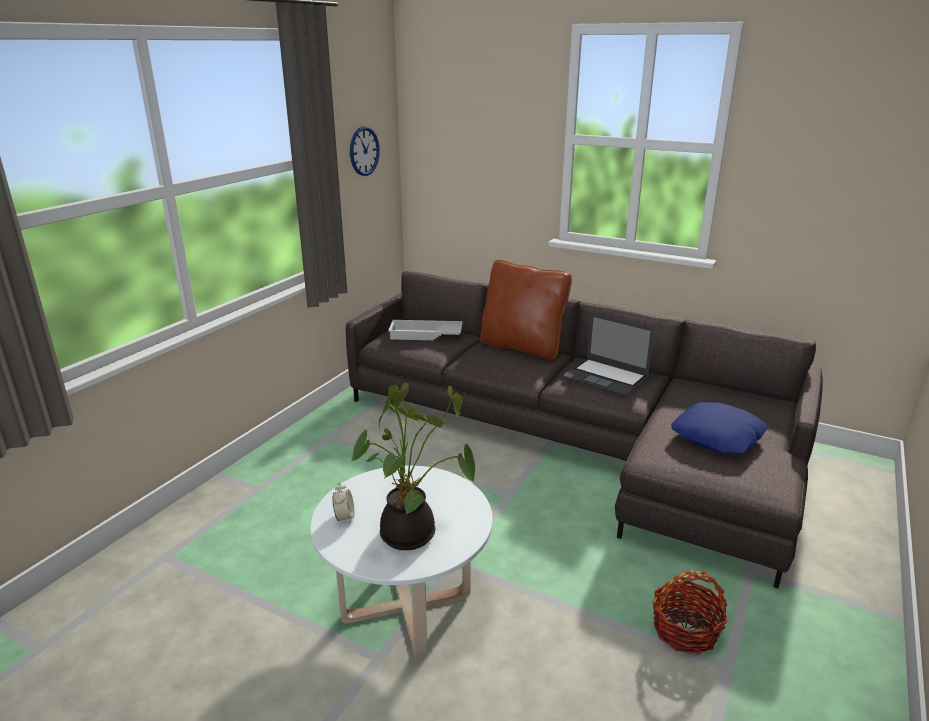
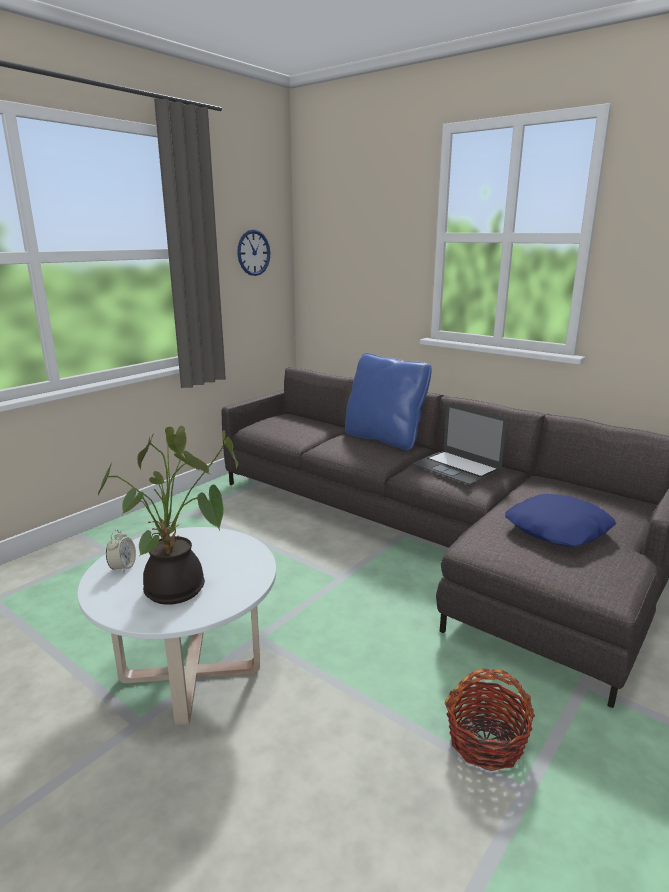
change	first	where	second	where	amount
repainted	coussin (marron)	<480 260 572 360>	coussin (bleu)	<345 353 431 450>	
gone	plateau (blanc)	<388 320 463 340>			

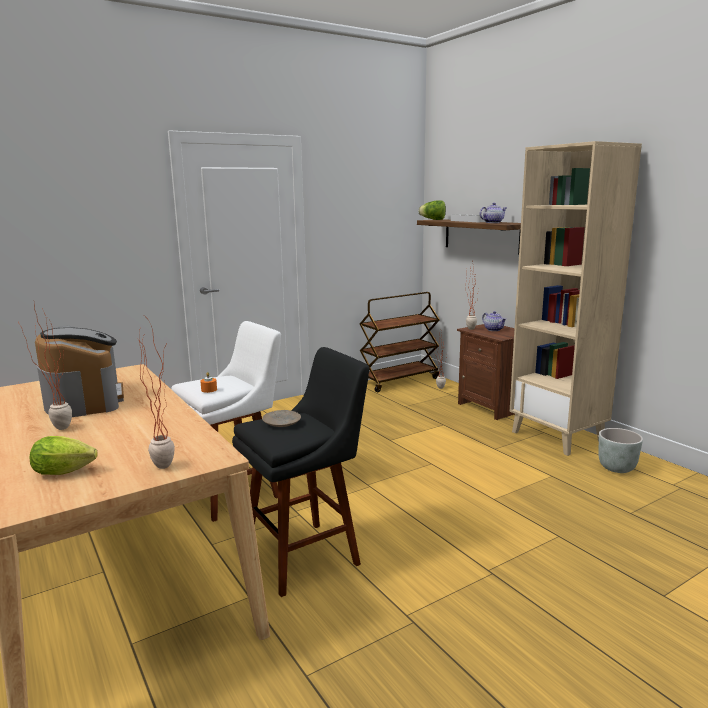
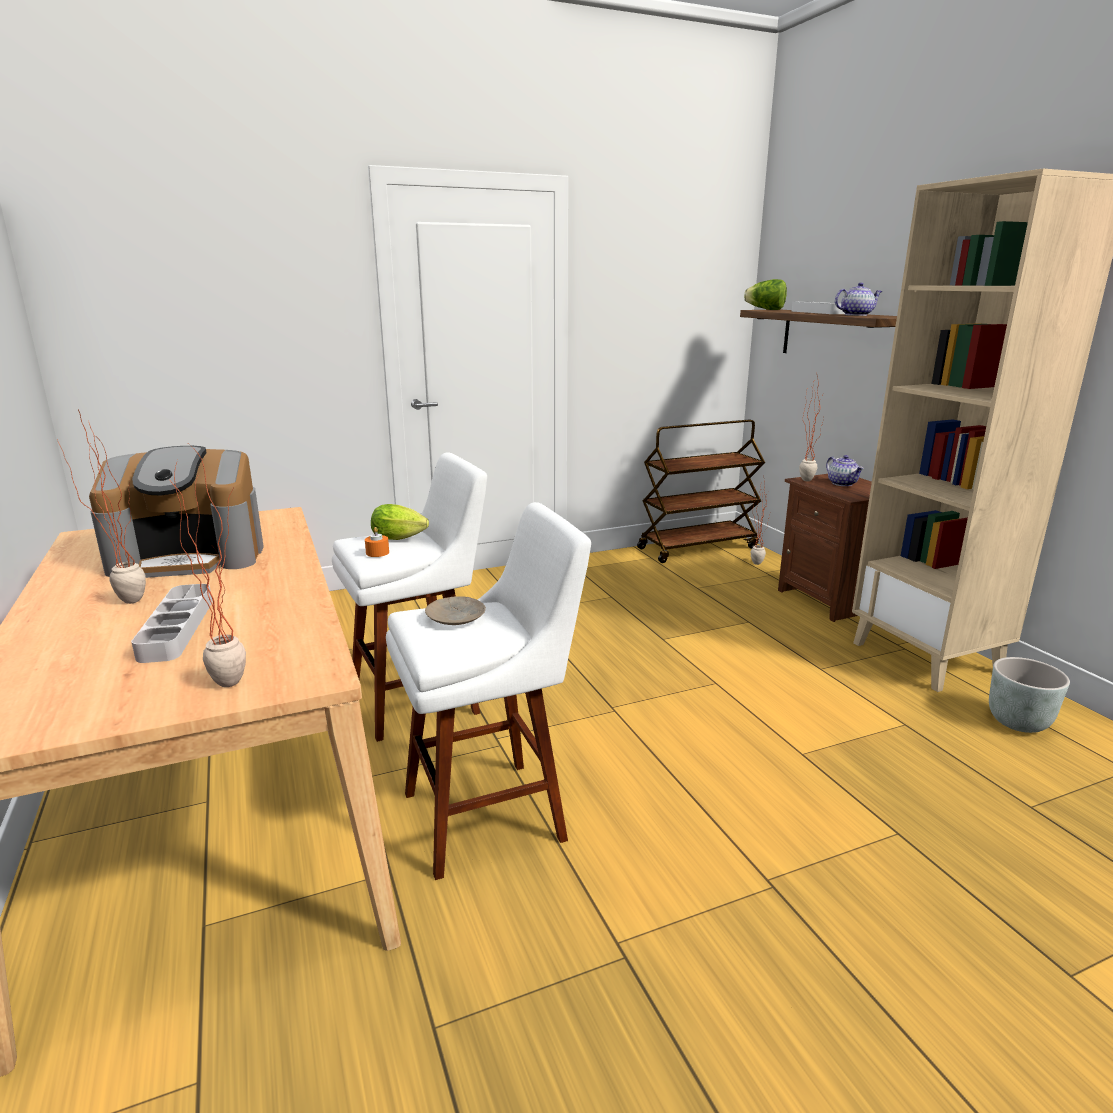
change	first	where	second	where	amount
rotated	machine à café	<35 325 124 417>		<89 446 263 578>	90 degrees clockwise
repainted	tabouret (noir)	<232 347 369 597>	tabouret (blanc)	<386 502 591 880>	
shifted	laitue	<30 436 98 475>		<371 504 429 540>	
new			plateau (gris)	<131 584 213 663>	

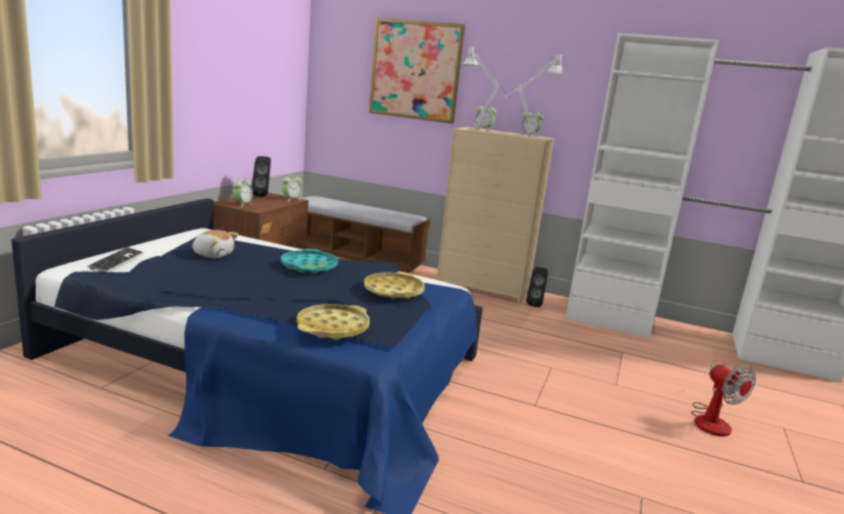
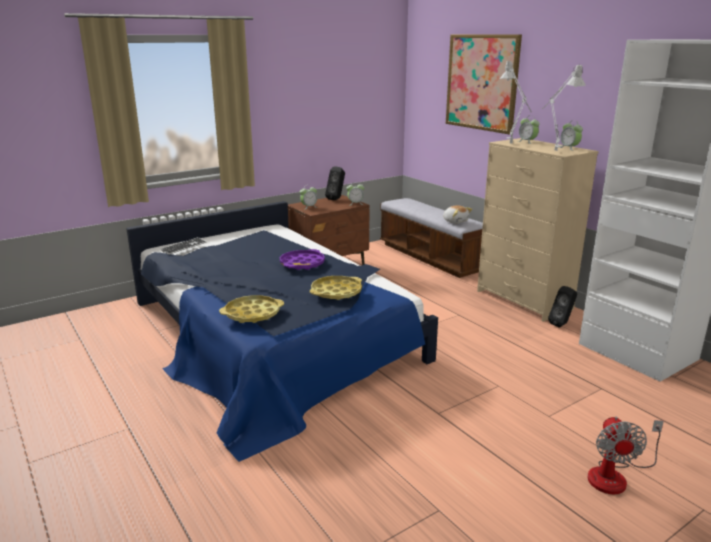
change	first	where	second	where	amount
shifted	peluche	<192 230 239 258>		<443 205 472 224>	
repainted	plateau (turquoise)	<281 249 338 273>	plateau (violet)	<280 249 325 270>	

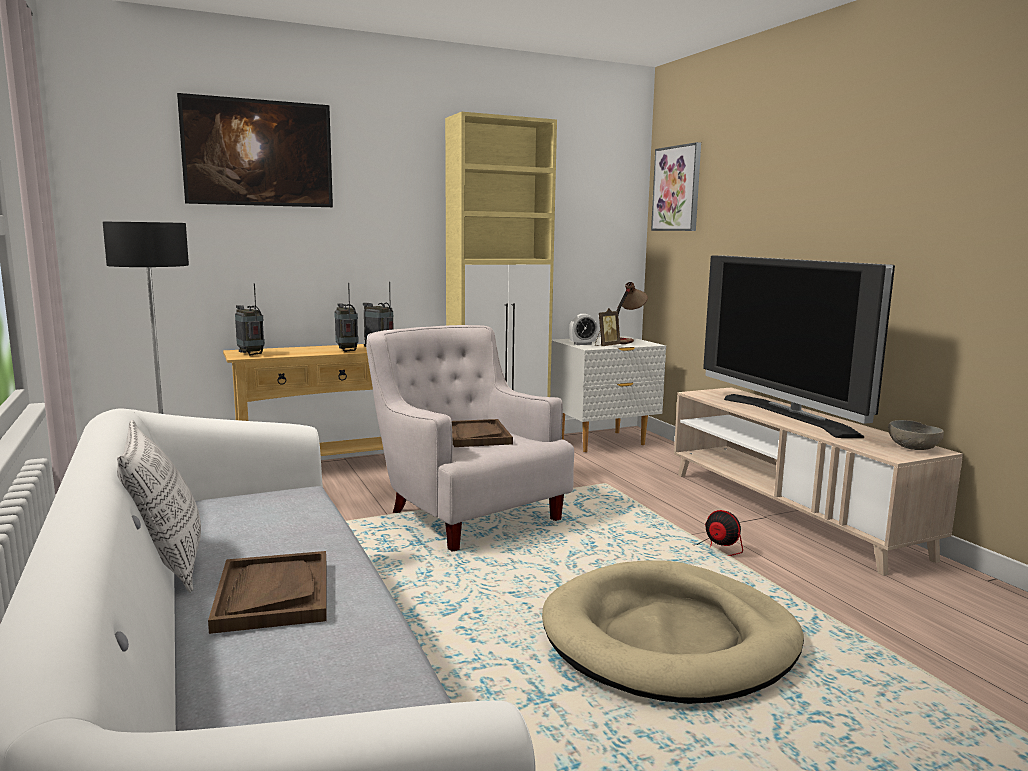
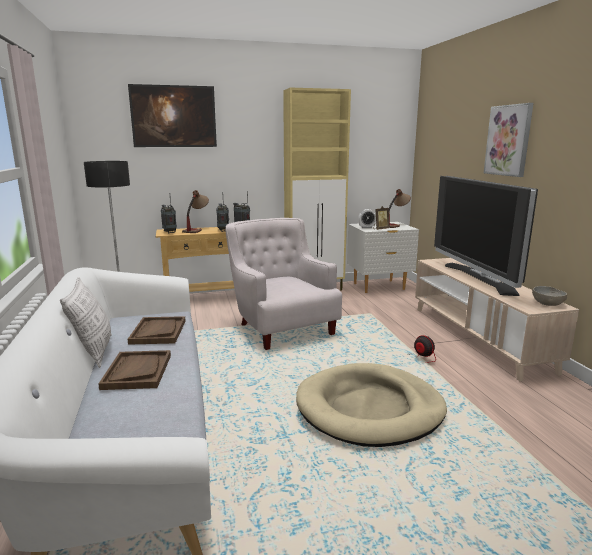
change	first	where	second	where	amount
shifted	tableau	<651 142 701 231>		<484 103 533 177>	
shifted	plateau (marron)	<452 419 513 447>		<128 316 186 345>	
new			lampe de table	<182 190 209 233>	

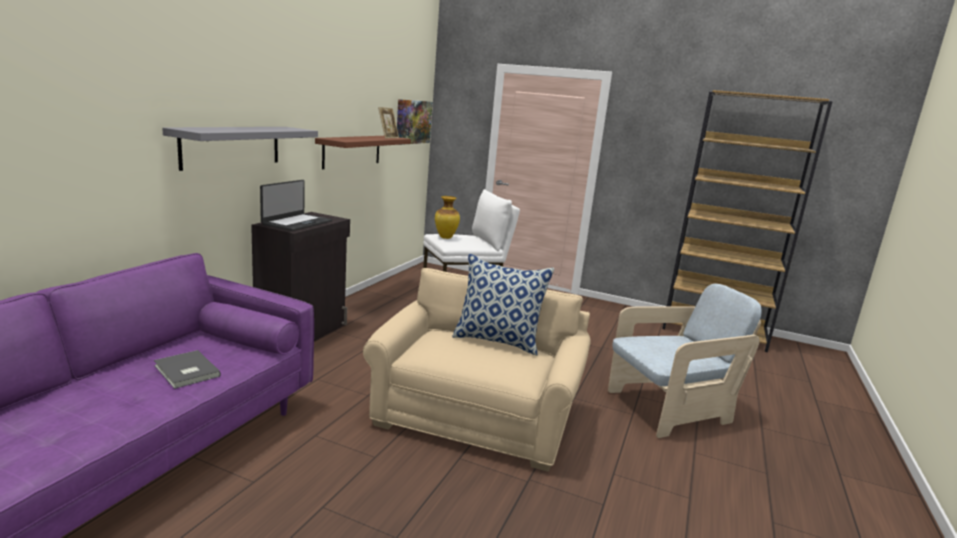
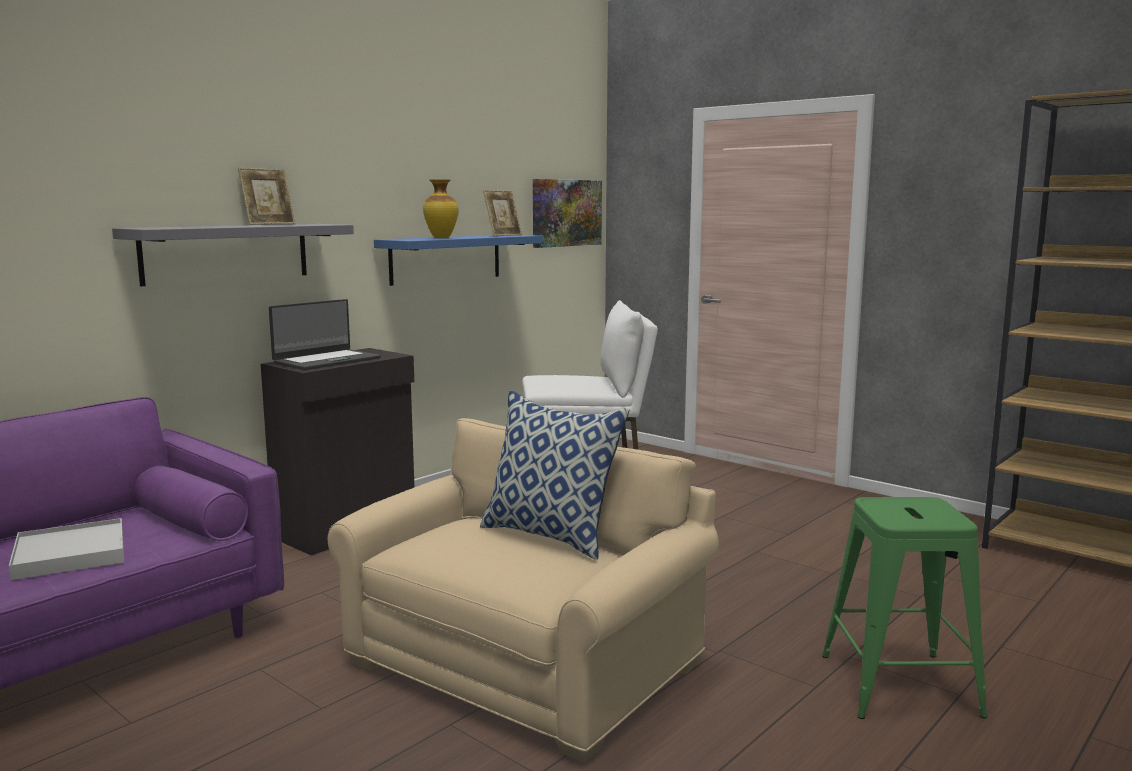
change	first	where	second	where	amount
repainted	étagère (marron)	<315 136 411 169>	étagère (bleu)	<374 235 543 286>	
shifted	vase	<435 196 460 239>		<423 179 459 238>	
swapped	fauteuil (beige)	<608 284 762 438>	tabouret (vert)	<822 497 987 719>	
swapped	livre (gris)	<154 350 221 389>	plateau (blanc)	<9 518 124 580>	
new			cadre photo	<238 168 296 225>	

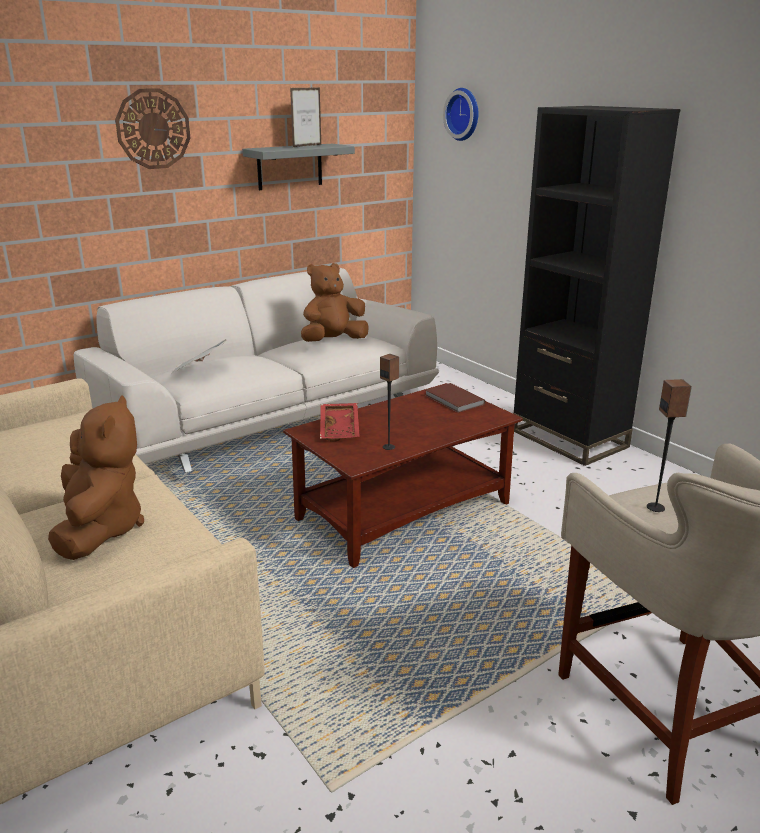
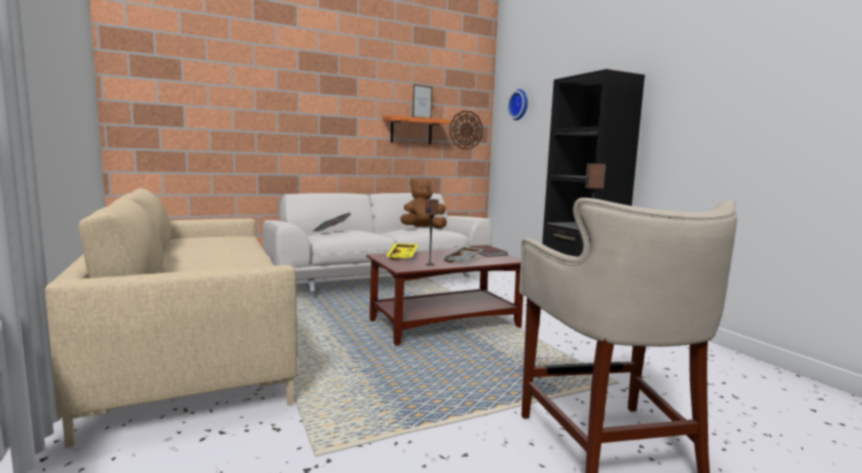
change	first	where	second	where	amount
shifted	horloge murale	<115 88 191 169>		<450 111 483 150>	
repainted	étagère (gris)	<242 144 355 190>	étagère (orange)	<383 115 450 144>	
gone	peluche (marron)	<48 395 144 560>			
repainted	plateau (rouge)	<320 403 360 441>	plateau (jaune)	<386 243 418 260>	
new			plateau (gris)	<441 246 484 263>	

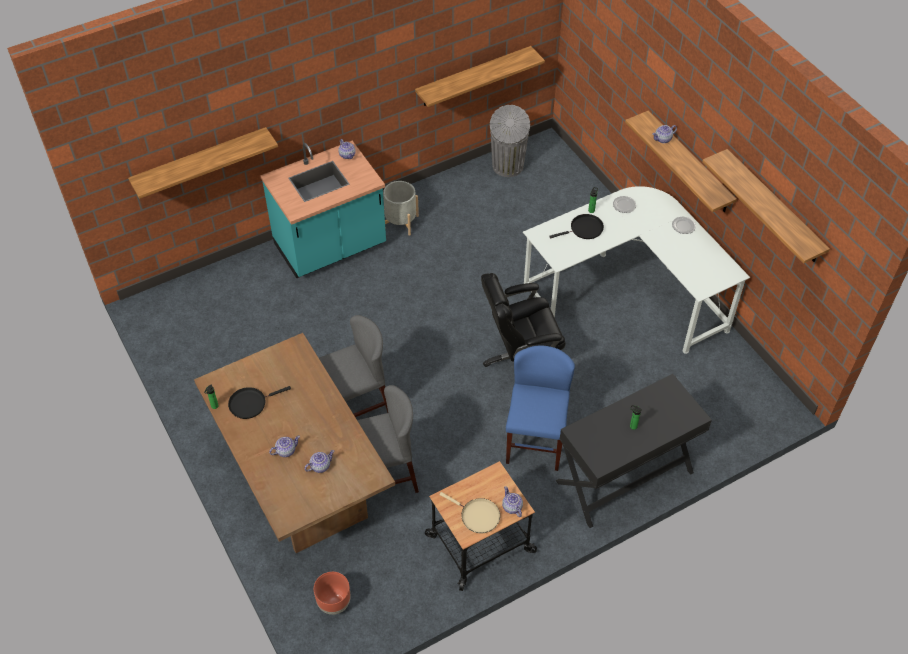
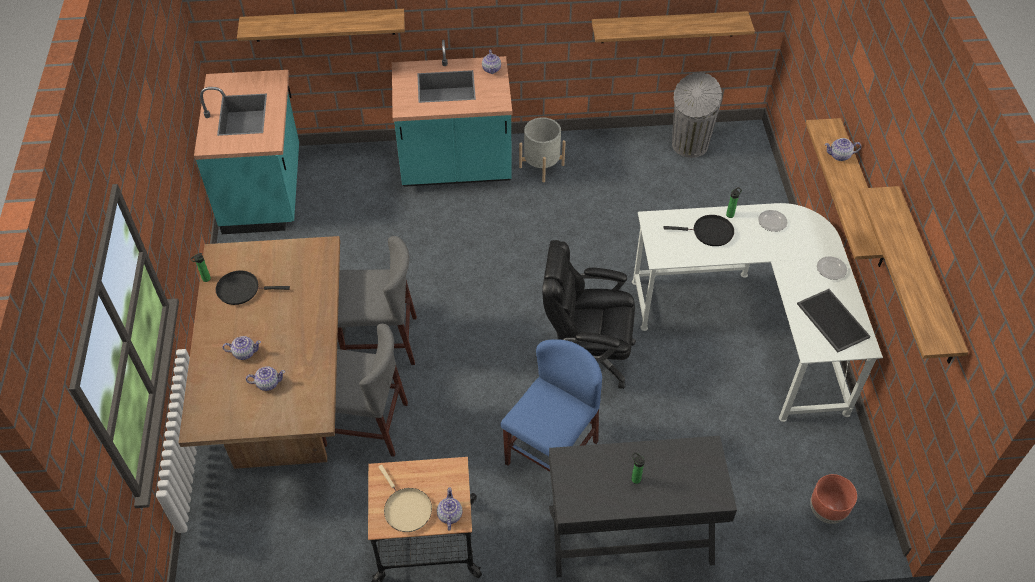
change	first	where	second	where	amount
shifted	cache-pot (marron)	<314 572 351 615>		<810 474 857 524>	
new			comptoir de cuisine (turquoise)	<194 70 299 234>	
new			plateau	<797 289 871 353>	

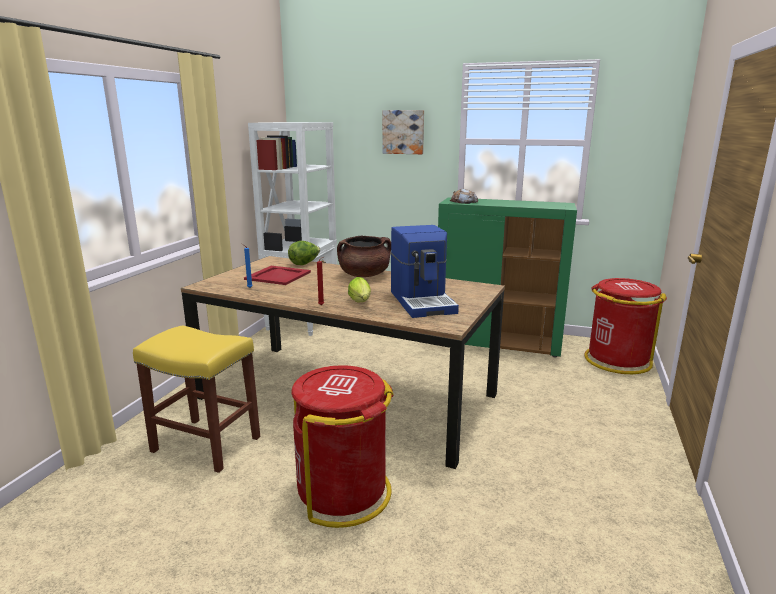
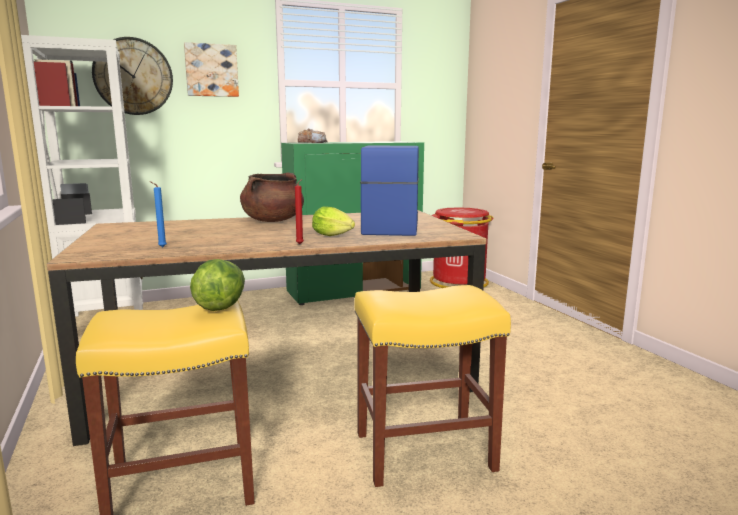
change	first	where	second	where	amount
rotated	machine à café	<390 225 459 318>		<360 146 419 236>	120 degrees counterclockwise
shifted	laitue	<288 241 320 265>		<190 259 245 311>	
gone	plateau (rouge)	<244 266 311 285>			
swapped	poubelle (rouge)	<292 365 394 528>	tabouret (jaune)	<354 285 511 487>	
new			horloge murale	<92 37 173 115>	

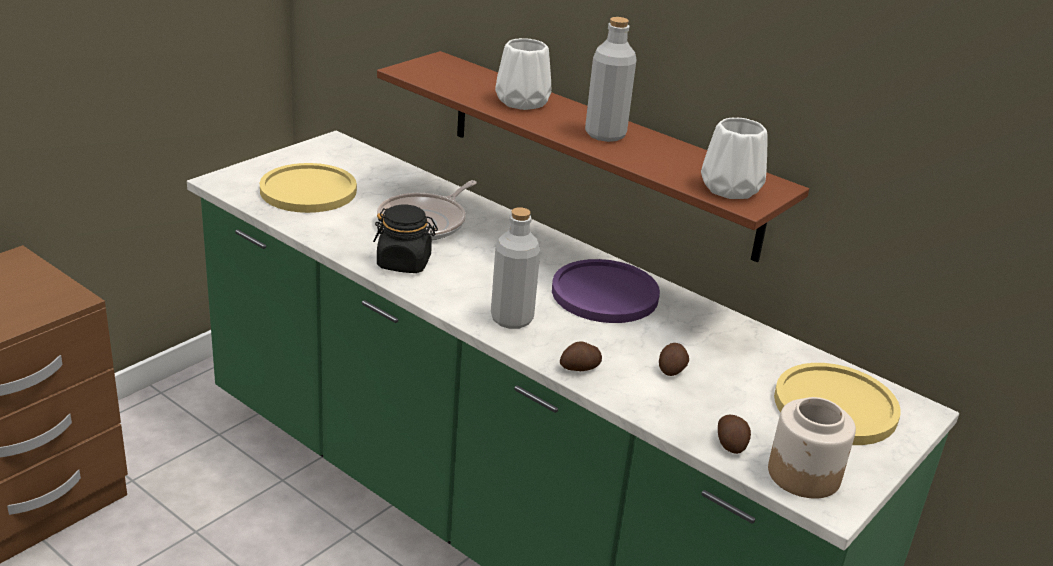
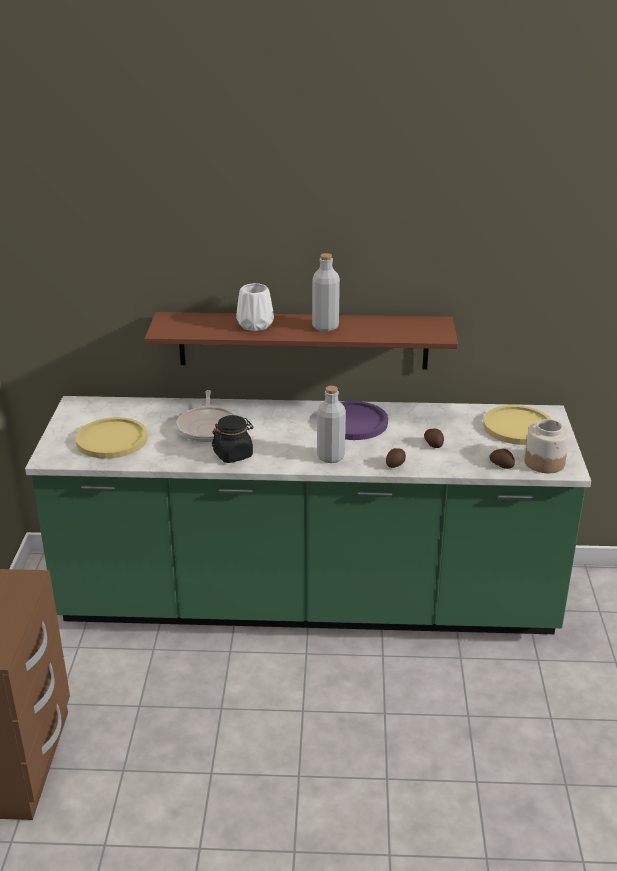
change	first	where	second	where	amount
gone	vase (blanc)	<701 117 768 199>			

